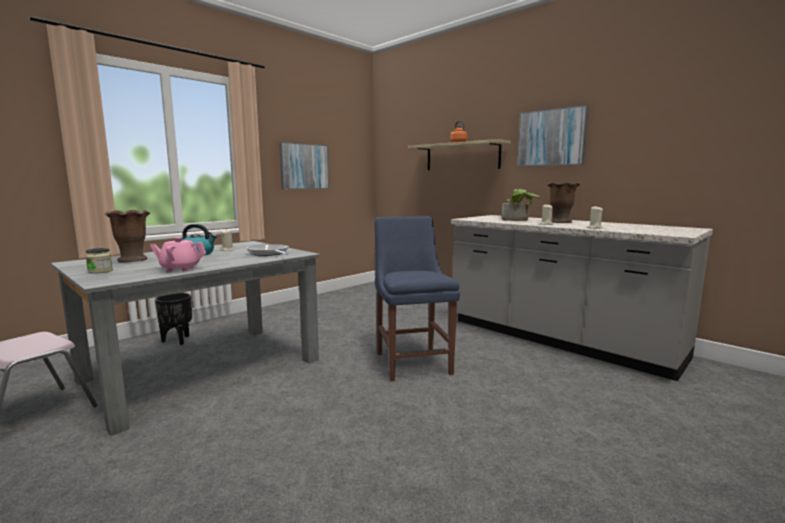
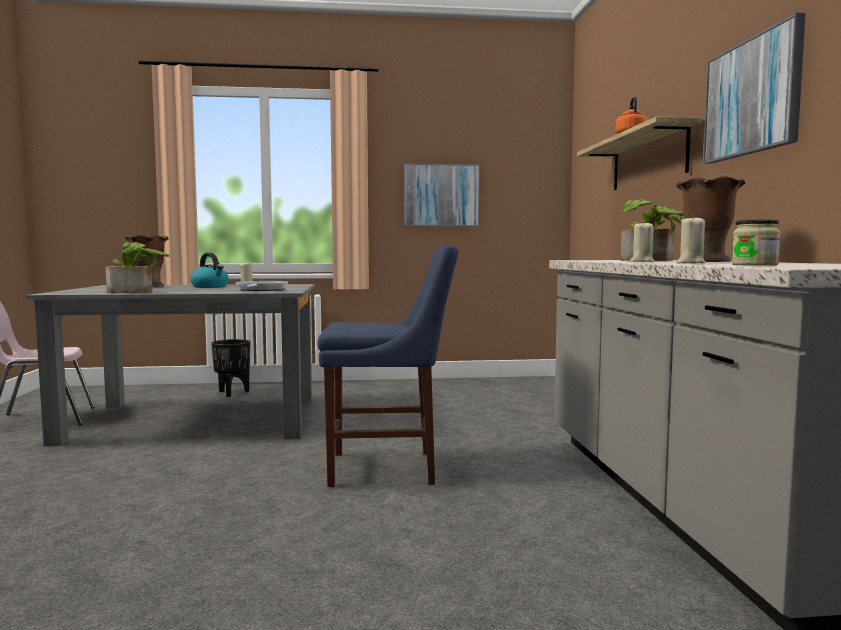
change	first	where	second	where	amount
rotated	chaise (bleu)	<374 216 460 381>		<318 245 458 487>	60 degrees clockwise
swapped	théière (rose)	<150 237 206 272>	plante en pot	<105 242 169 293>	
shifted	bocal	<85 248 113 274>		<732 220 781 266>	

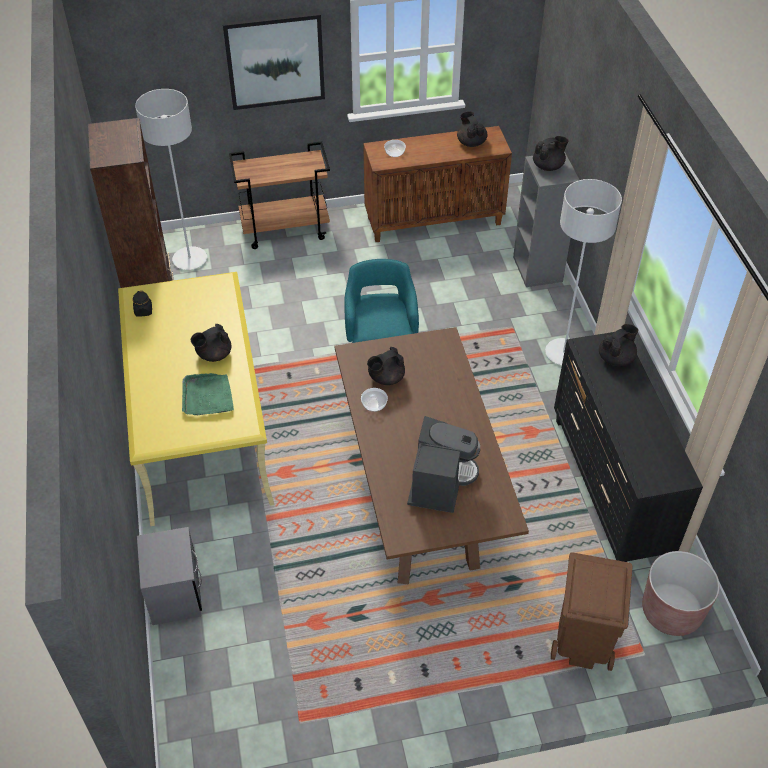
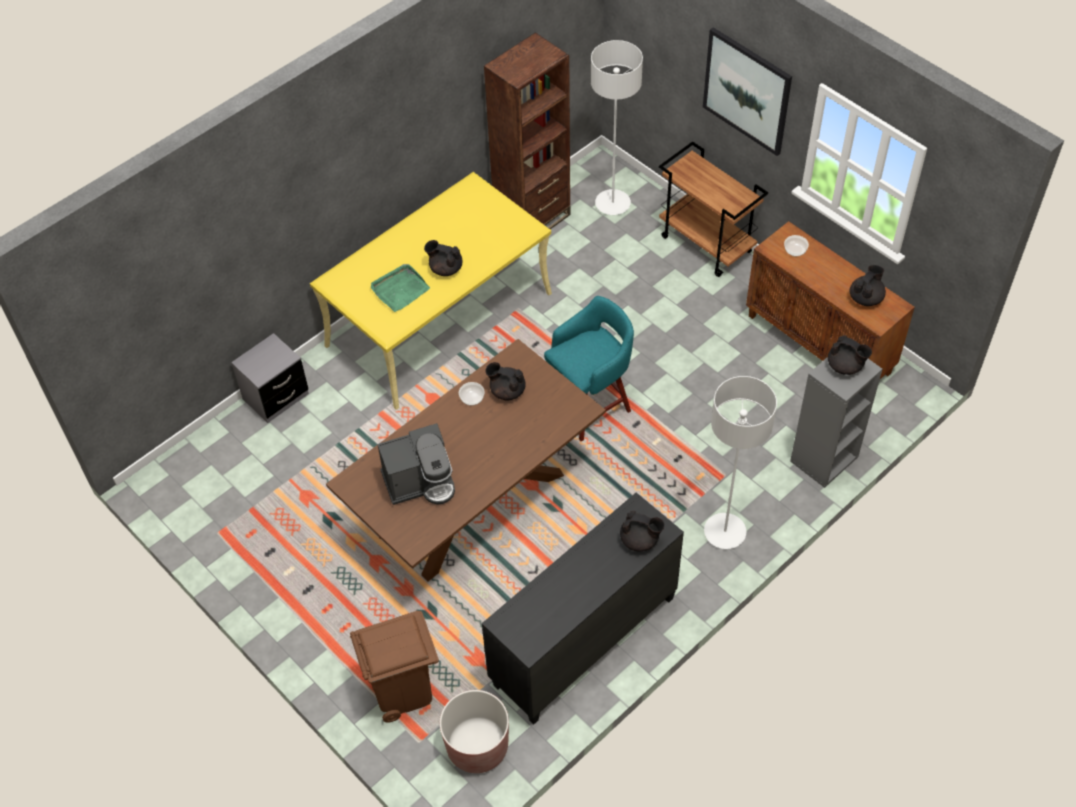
change	first	where	second	where	amount
gone	bocal (noir)	<133 291 152 317>			

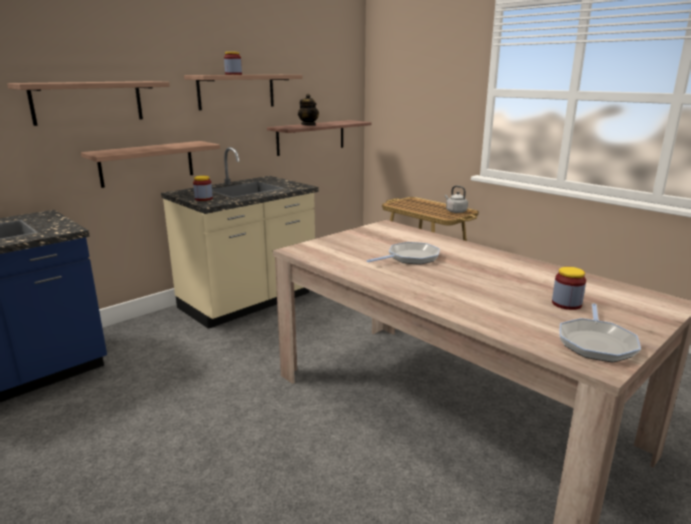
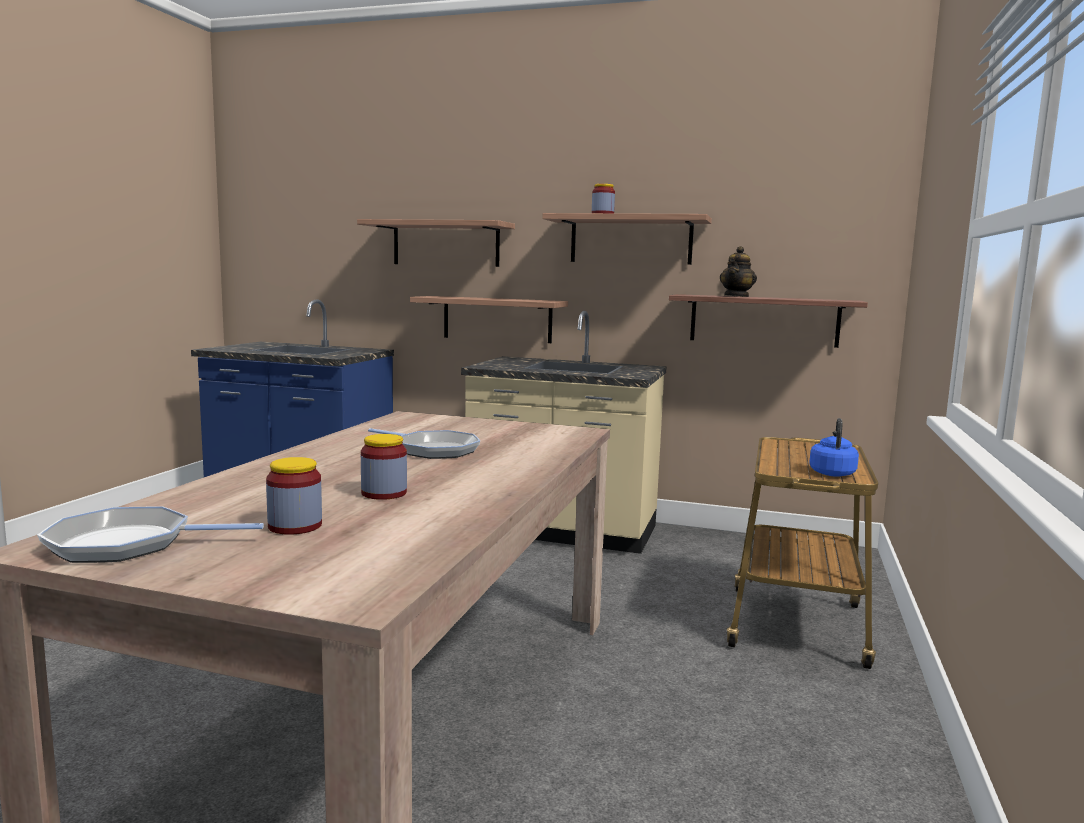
change	first	where	second	where	amount
shifted	bocal	<193 176 213 201>		<361 434 407 500>	
repainted	bouilloire (gris)	<445 186 468 213>	bouilloire (bleu)	<809 418 859 477>	

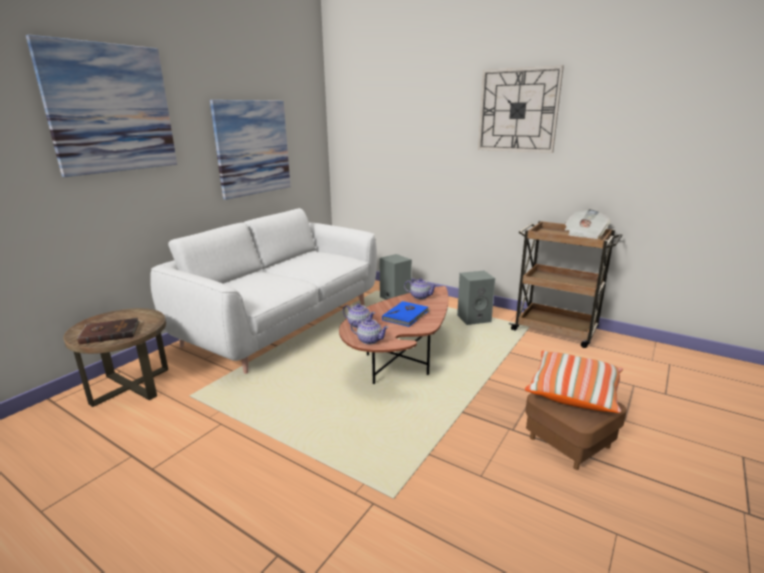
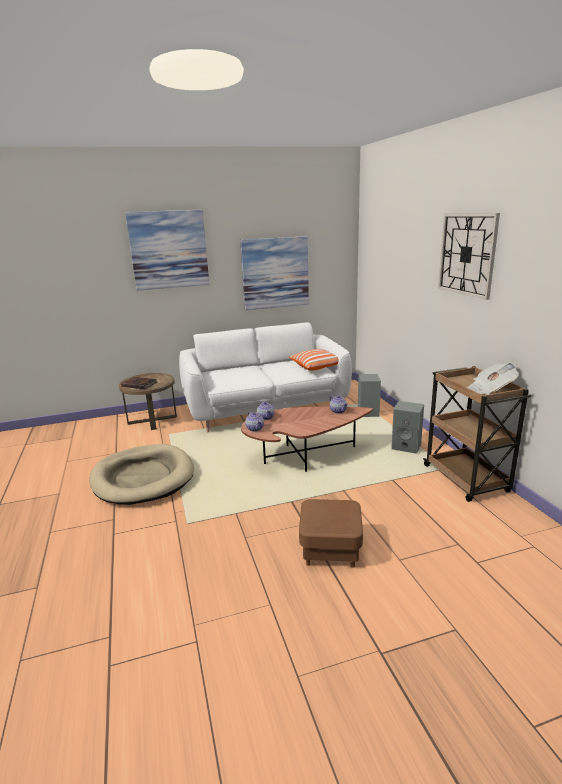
change	first	where	second	where	amount
gone	livre (bleu)	<382 301 431 327>			
shifted	coussin	<525 351 623 413>		<289 349 339 370>	
new			panier pour chien (beige)	<90 444 194 505>	

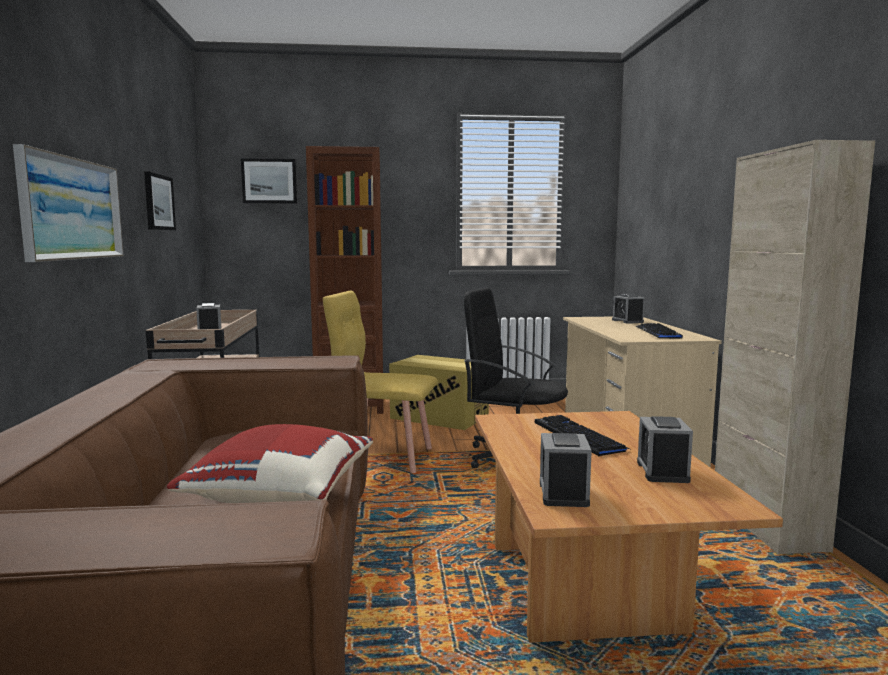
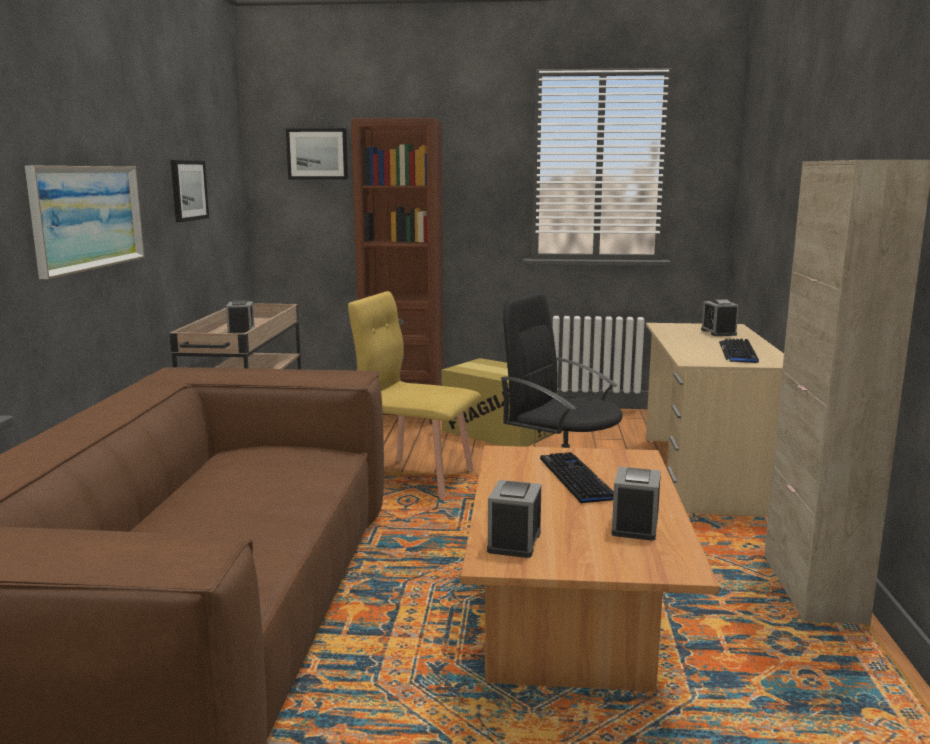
change	first	where	second	where	amount
gone	coussin (rouge)	<167 424 373 503>			

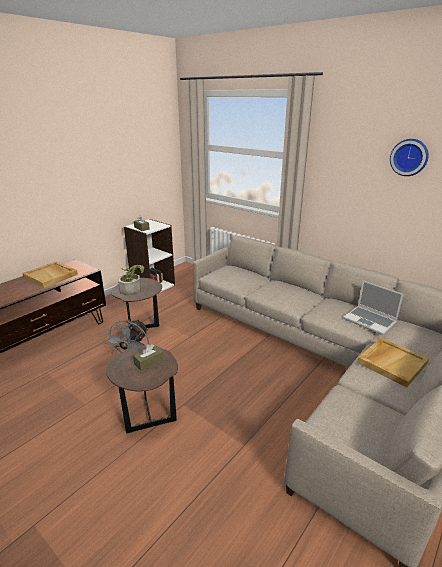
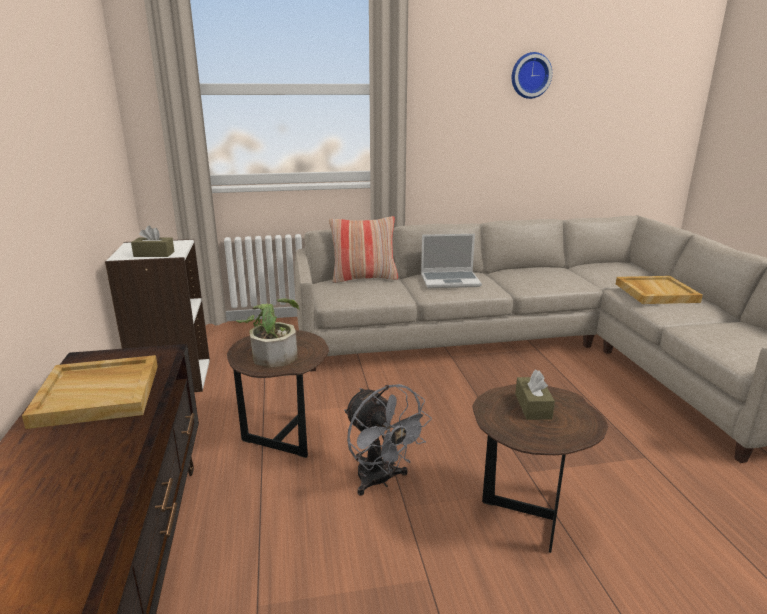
change	first	where	second	where	amount
shifted	ordinateur portable	<343 280 403 335>		<421 234 482 288>	
new			coussin	<329 216 398 283>	

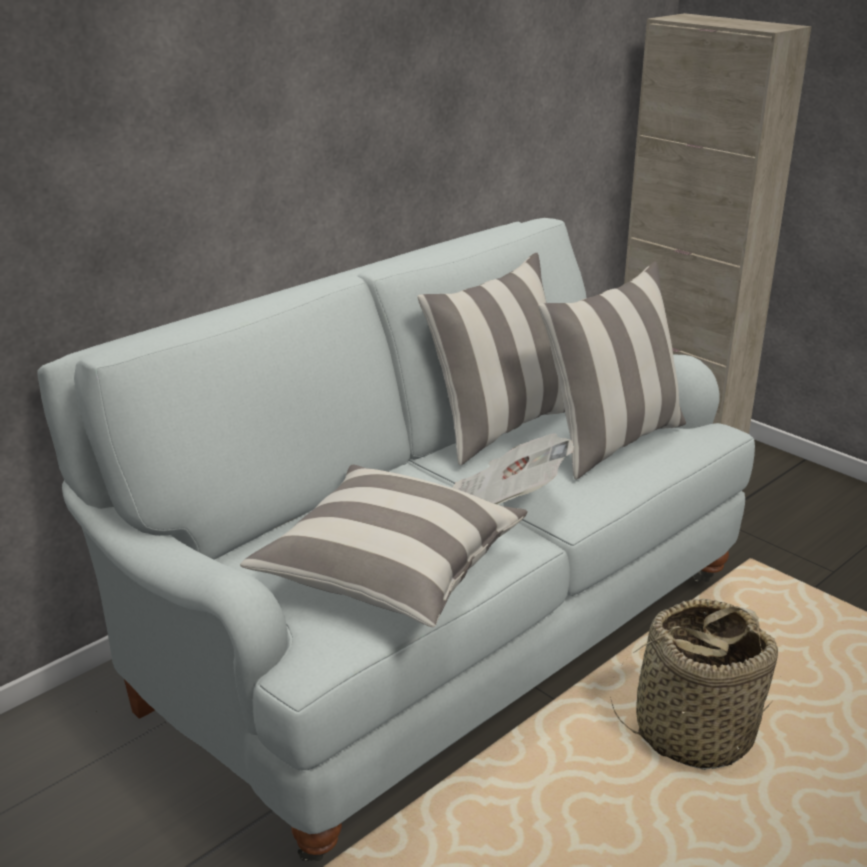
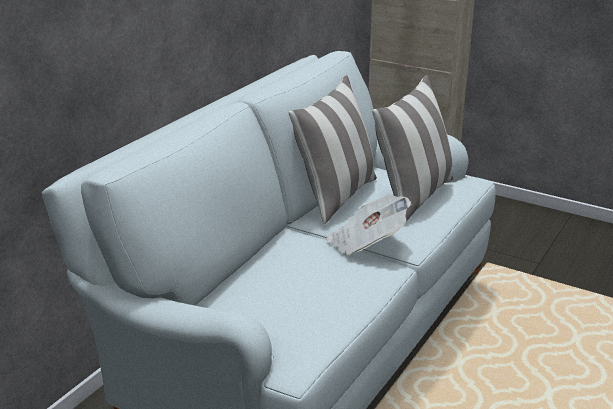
change	first	where	second	where	amount
gone	coussin	<240 465 527 627>			
gone	panier	<610 599 778 770>			

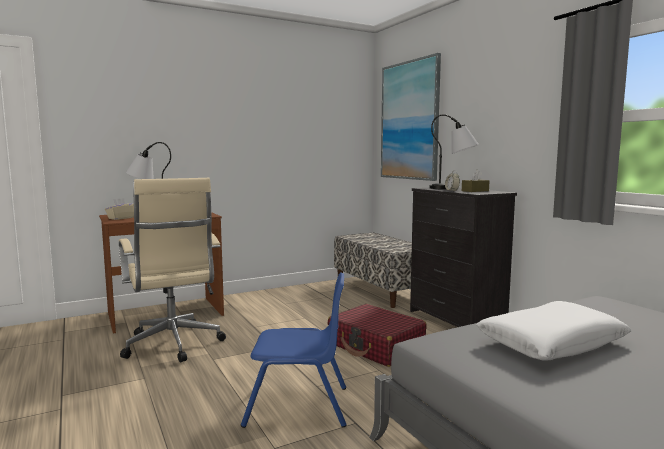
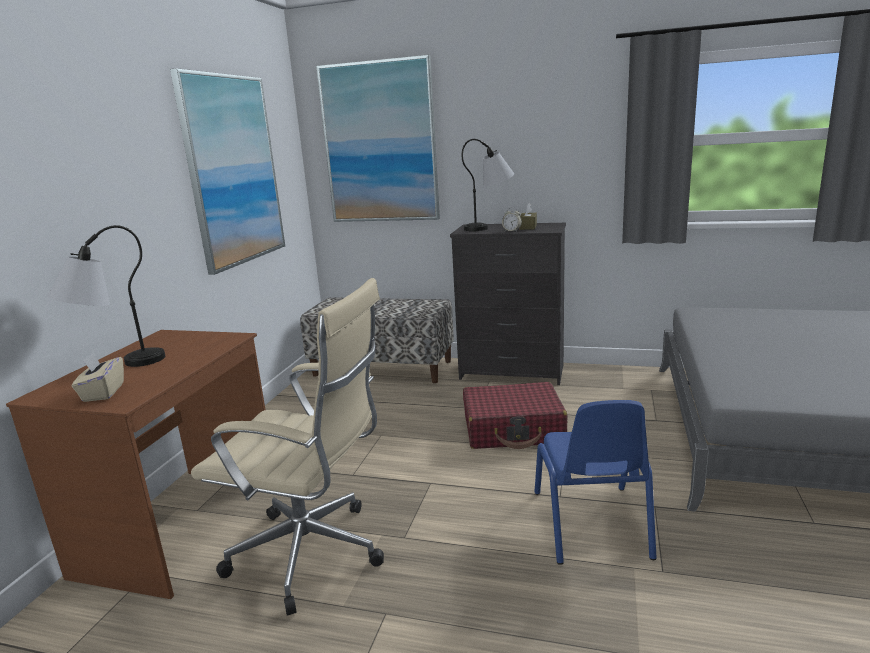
change	first	where	second	where	amount
rotated	chaise (bleu)	<241 272 347 428>		<534 400 657 565>	135 degrees clockwise
gone	coussin (blanc)	<476 301 632 361>			
new			tableau	<170 68 285 275>	

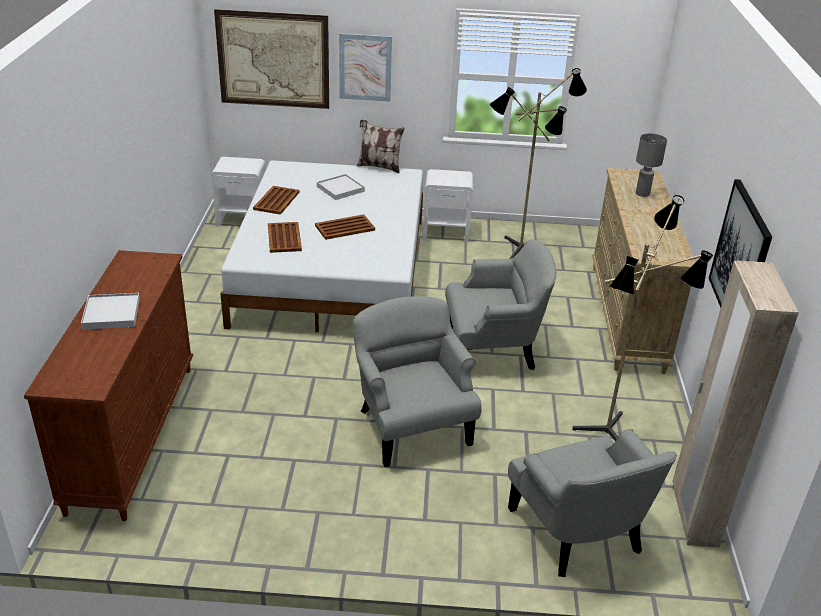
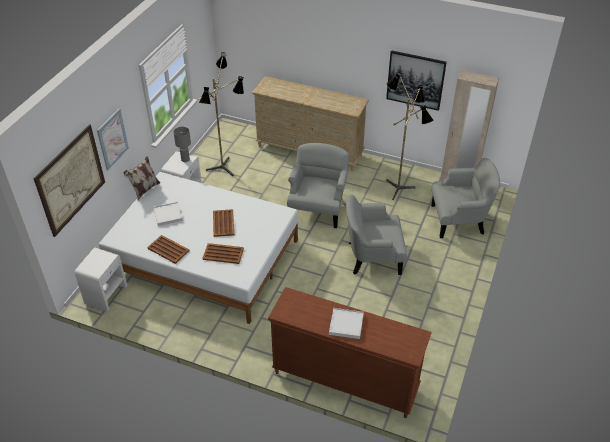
change	first	where	second	where	amount
shifted	lampe de table (gris)	<636 133 667 197>		<173 127 191 162>	

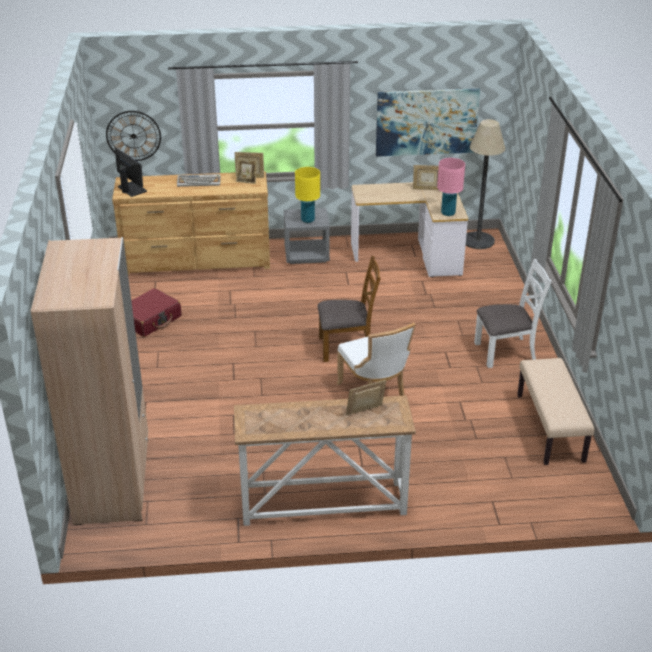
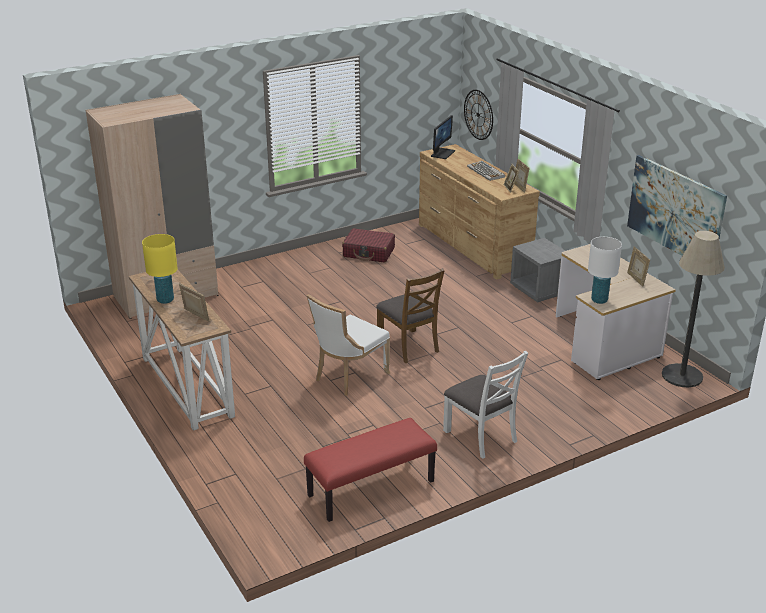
change	first	where	second	where	amount
repainted	lampe de table (rose)	<437 158 465 216>	lampe de table (blanc)	<588 237 622 304>	
shifted	lampe de table (jaune)	<295 167 320 223>		<142 234 178 304>	
repainted	banc (beige)	<517 358 594 465>	banc (rouge)	<304 418 437 522>	

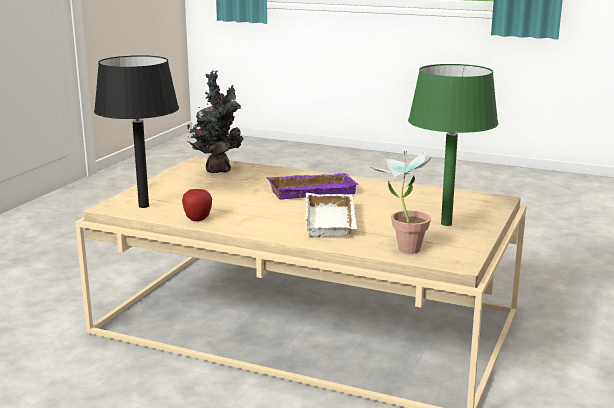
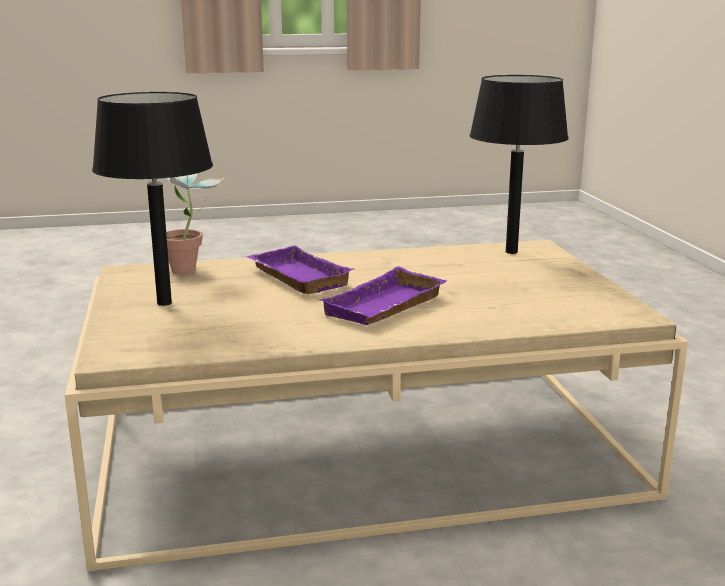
change	first	where	second	where	amount
repainted	lampe de table (vert)	<408 64 498 226>	lampe de table (noir)	<92 92 213 306>	
gone	plante en pot	<187 70 244 173>			
gone	pomme	<182 189 212 221>			
repainted	plateau (blanc)	<305 193 357 238>	plateau (violet)	<246 246 354 294>	

